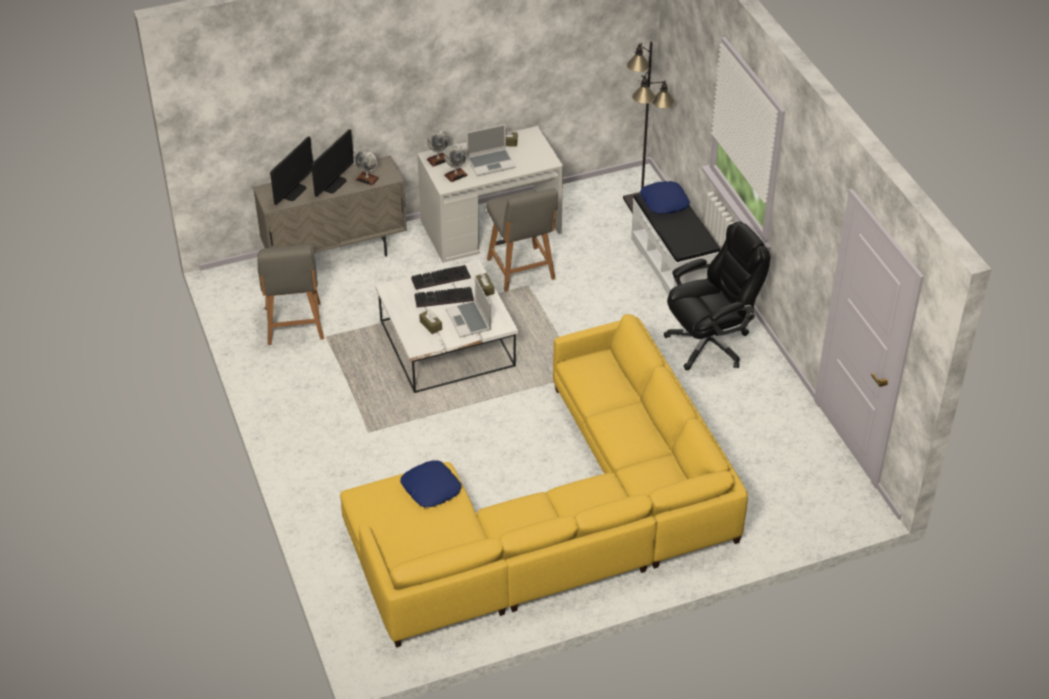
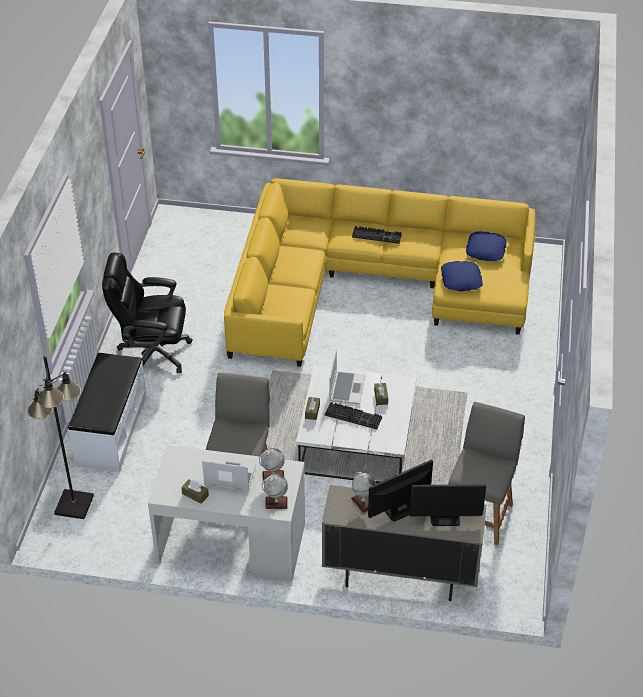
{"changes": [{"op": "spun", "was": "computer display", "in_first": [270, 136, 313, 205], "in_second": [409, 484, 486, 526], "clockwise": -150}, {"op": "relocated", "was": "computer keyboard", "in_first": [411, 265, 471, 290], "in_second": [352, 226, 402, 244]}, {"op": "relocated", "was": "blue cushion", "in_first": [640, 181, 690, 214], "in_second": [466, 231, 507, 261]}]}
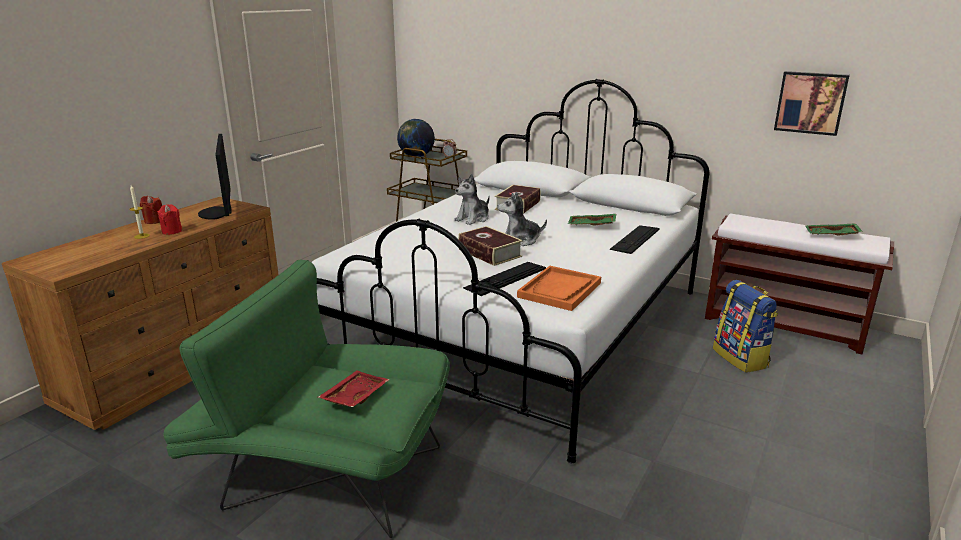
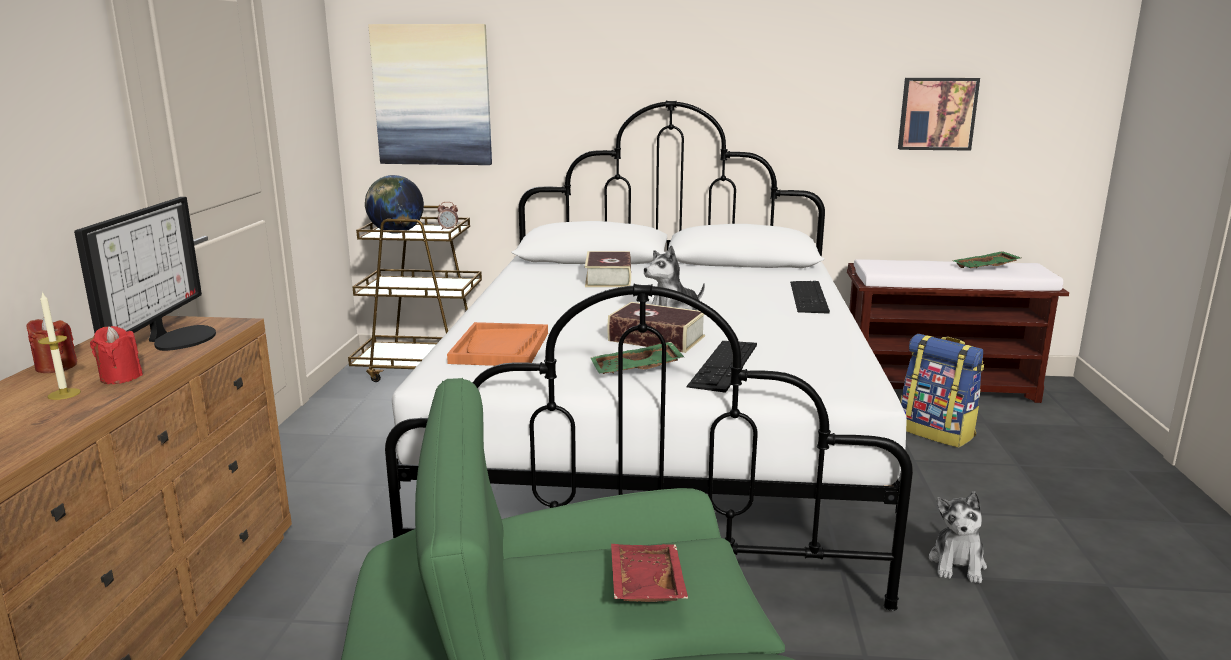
{"changes": [{"op": "spun", "was": "computer display", "in_first": [198, 134, 232, 220], "in_second": [74, 197, 216, 351], "clockwise": -135}, {"op": "relocated", "was": "plush toy", "in_first": [454, 174, 490, 225], "in_second": [929, 492, 987, 584]}, {"op": "relocated", "was": "orangey carrying tray", "in_first": [517, 266, 601, 311], "in_second": [447, 322, 548, 366]}, {"op": "relocated", "was": "green-coloured carrying tray", "in_first": [568, 214, 616, 225], "in_second": [591, 342, 684, 374]}, {"op": "appeared", "now": "picture", "in_second": [368, 24, 492, 165]}]}
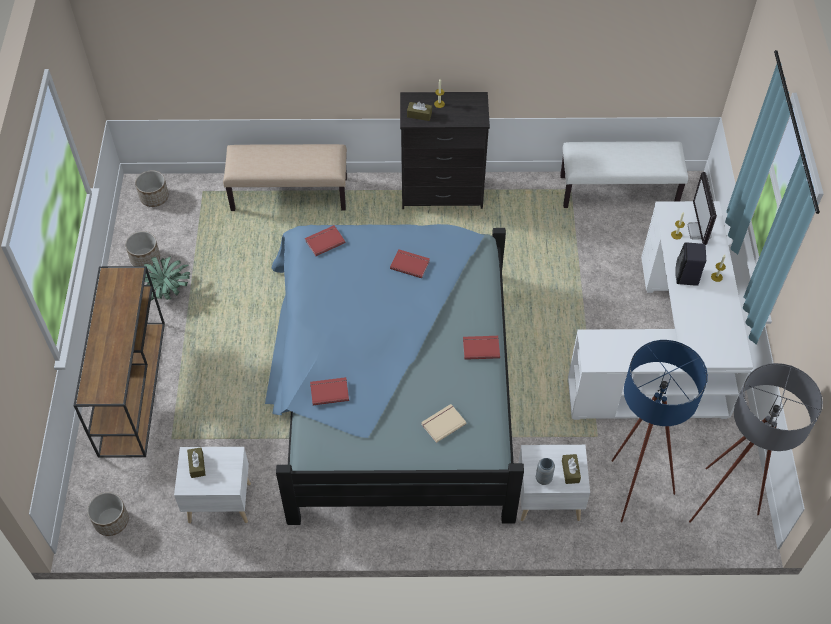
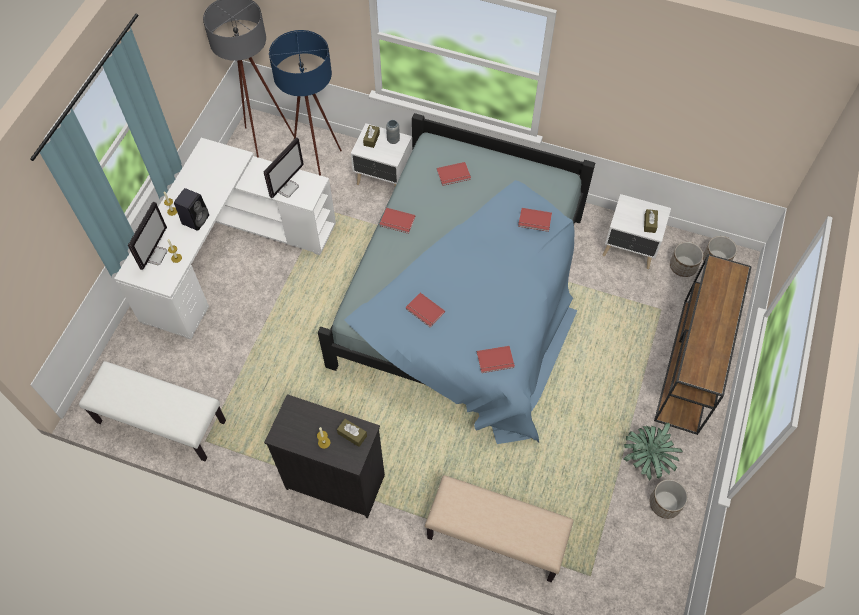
{"changes": [{"op": "relocated", "was": "flower pot", "in_first": [135, 170, 169, 207], "in_second": [670, 242, 703, 277]}, {"op": "colour", "was": "sand-coloured volume", "now": "red-coloured volume", "in_first": [421, 404, 467, 443], "in_second": [437, 162, 471, 186]}, {"op": "appeared", "now": "computer display", "in_second": [263, 137, 304, 198]}]}
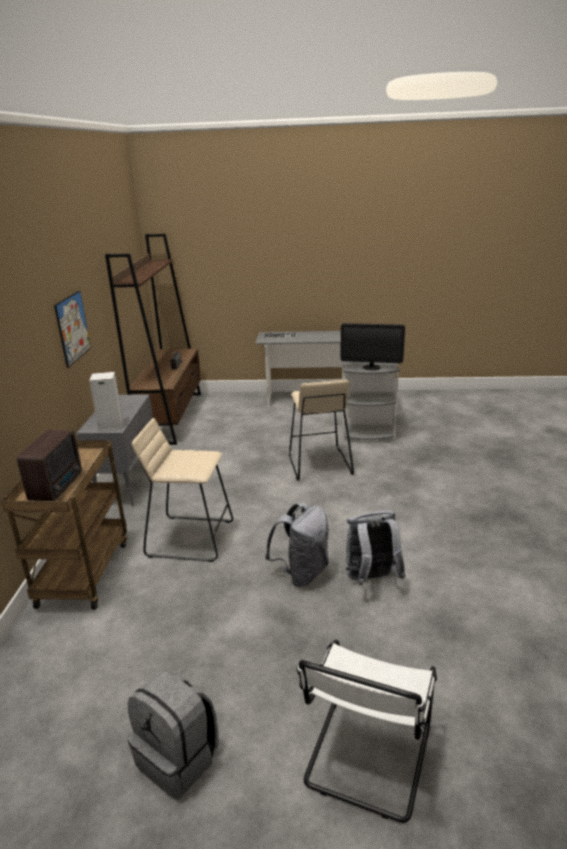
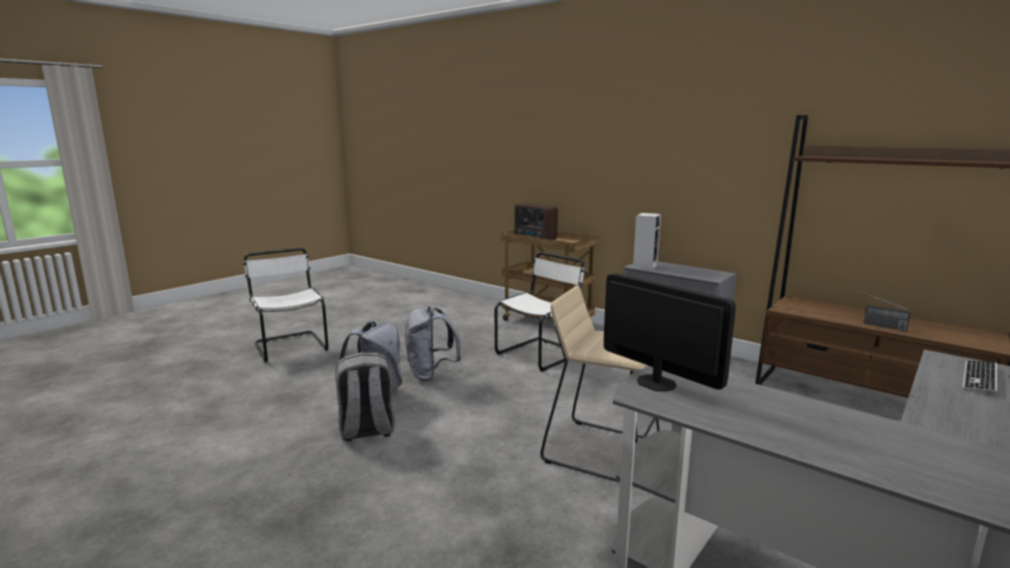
{"changes": [{"op": "missing", "was": "picture", "in_first": [54, 290, 91, 368]}, {"op": "relocated", "was": "gray knapsack", "in_first": [128, 670, 219, 800], "in_second": [335, 352, 395, 441]}, {"op": "exchanged", "was": "sand-coloured stool", "now": "whitish upright chair", "in_first": [132, 418, 233, 562], "in_second": [495, 252, 585, 372]}, {"op": "spun", "was": "computer display", "in_first": [341, 323, 405, 370], "in_second": [604, 273, 736, 391], "clockwise": 90}]}
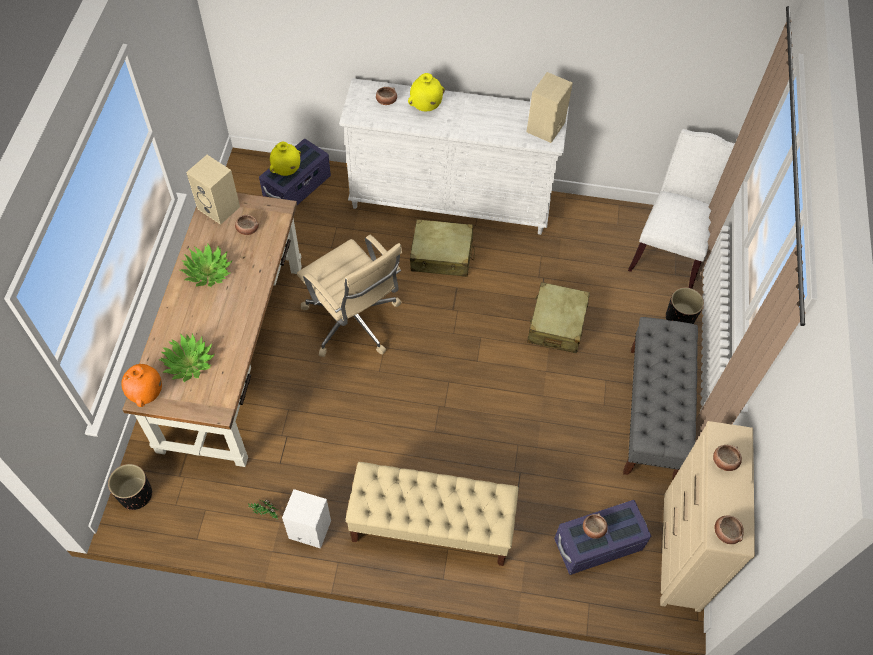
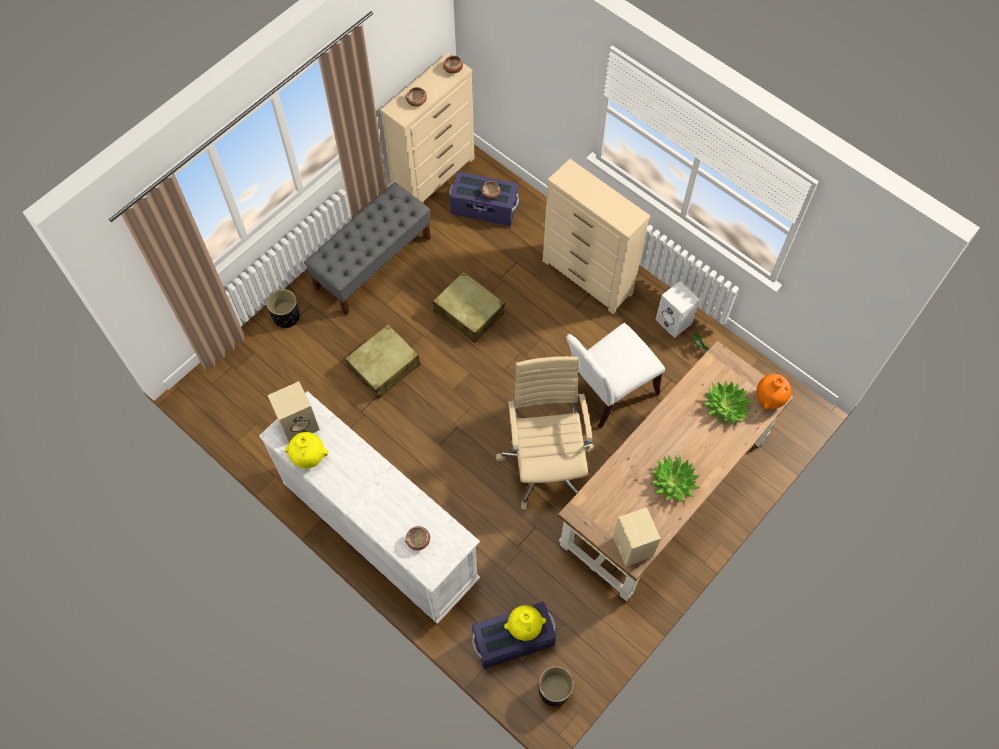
{"changes": [{"op": "relocated", "was": "black-coloured flower pot", "in_first": [108, 464, 152, 510], "in_second": [538, 666, 574, 706]}, {"op": "missing", "was": "serving bowl", "in_first": [235, 215, 259, 235]}, {"op": "exchanged", "was": "sand-coloured bench", "now": "sand-coloured chest of drawers", "in_first": [345, 462, 519, 566], "in_second": [543, 159, 650, 314]}, {"op": "relocated", "was": "yellow-coloured vase", "in_first": [408, 73, 445, 111], "in_second": [285, 432, 328, 469]}, {"op": "relocated", "was": "sand-coloured suitcase", "in_first": [410, 219, 475, 277], "in_second": [433, 271, 505, 343]}, {"op": "relocated", "was": "whitish upright chair", "in_first": [628, 129, 735, 289], "in_second": [566, 323, 665, 428]}]}
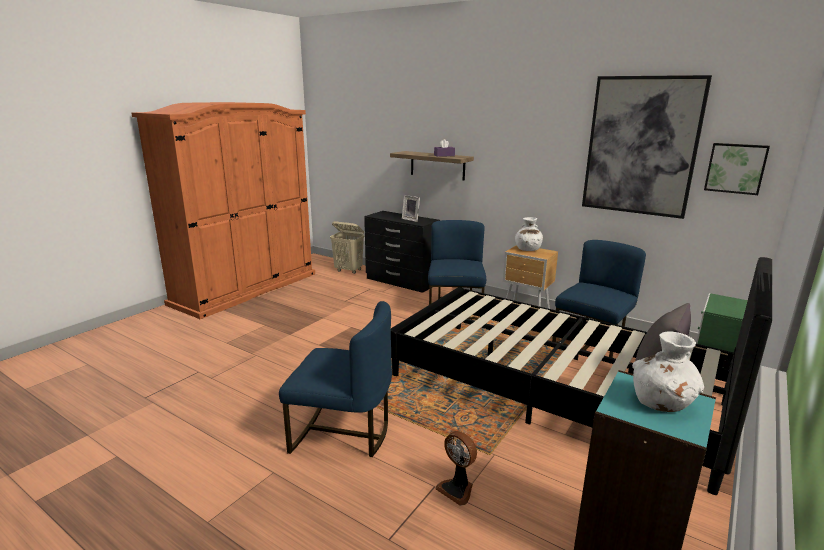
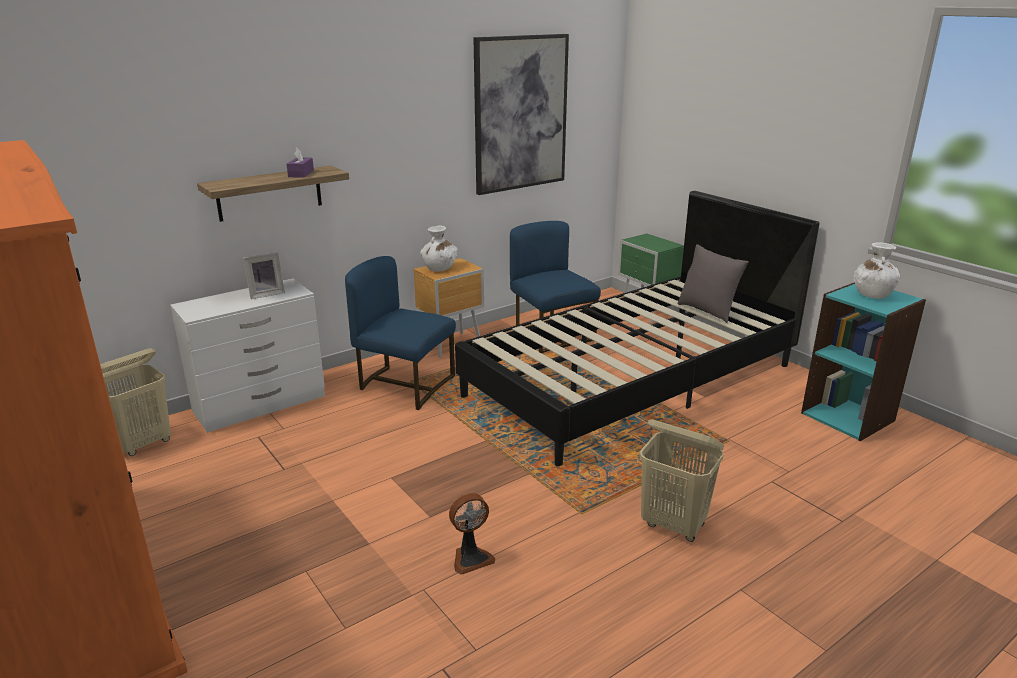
{"changes": [{"op": "exchanged", "was": "blue upright chair", "now": "sand-coloured hamper", "in_first": [279, 301, 392, 457], "in_second": [640, 419, 724, 542]}, {"op": "colour", "was": "black-coloured chest of drawers", "now": "whitish chest of drawers", "in_first": [364, 211, 440, 293], "in_second": [170, 279, 325, 433]}, {"op": "relocated", "was": "cooling fan", "in_first": [436, 431, 477, 506], "in_second": [449, 493, 495, 575]}, {"op": "missing", "was": "picture", "in_first": [704, 143, 770, 195]}]}
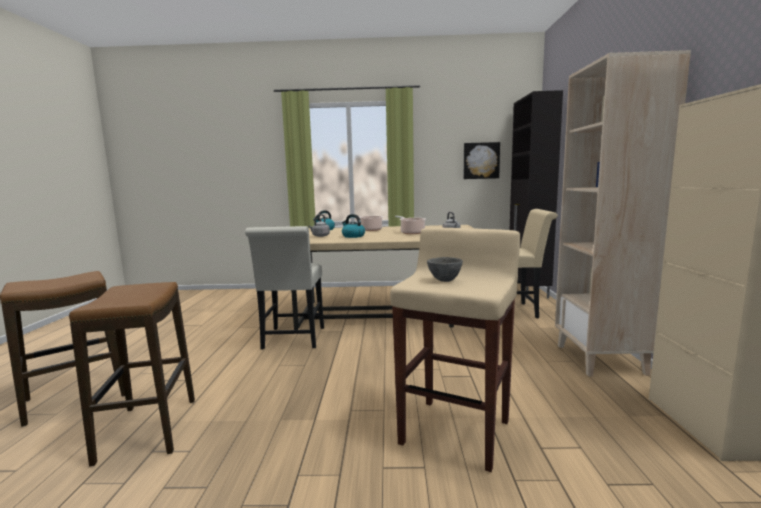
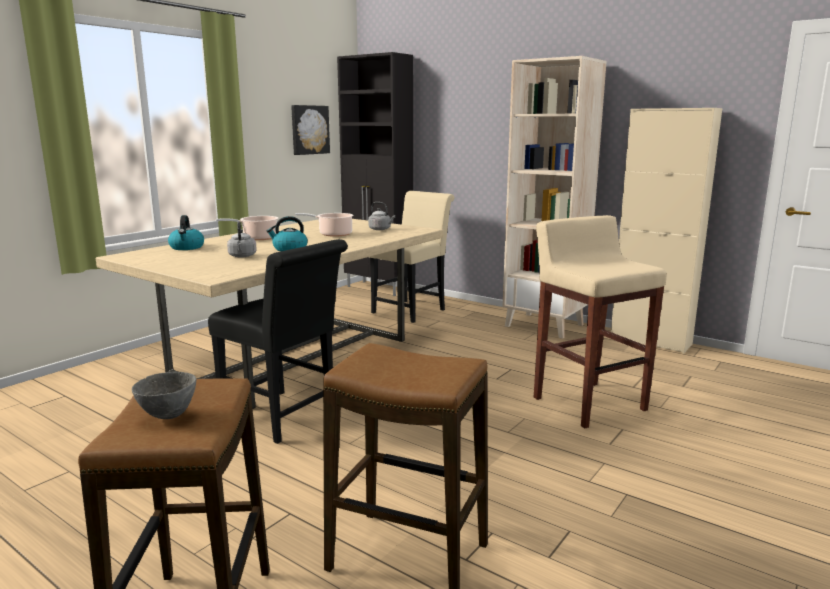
{"changes": [{"op": "colour", "was": "whitish upright chair", "now": "black-coloured upright chair", "in_first": [245, 226, 324, 349], "in_second": [208, 239, 348, 444]}, {"op": "relocated", "was": "gray serving bowl", "in_first": [427, 257, 463, 282], "in_second": [132, 372, 196, 419]}]}
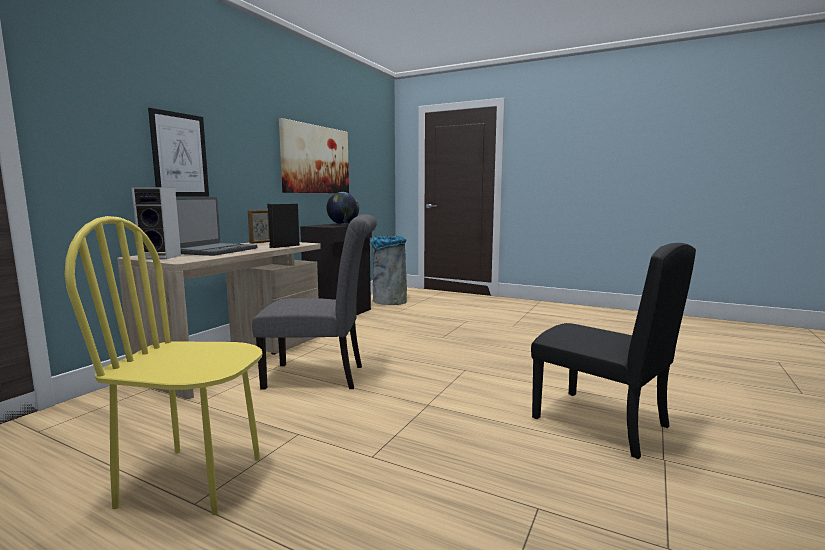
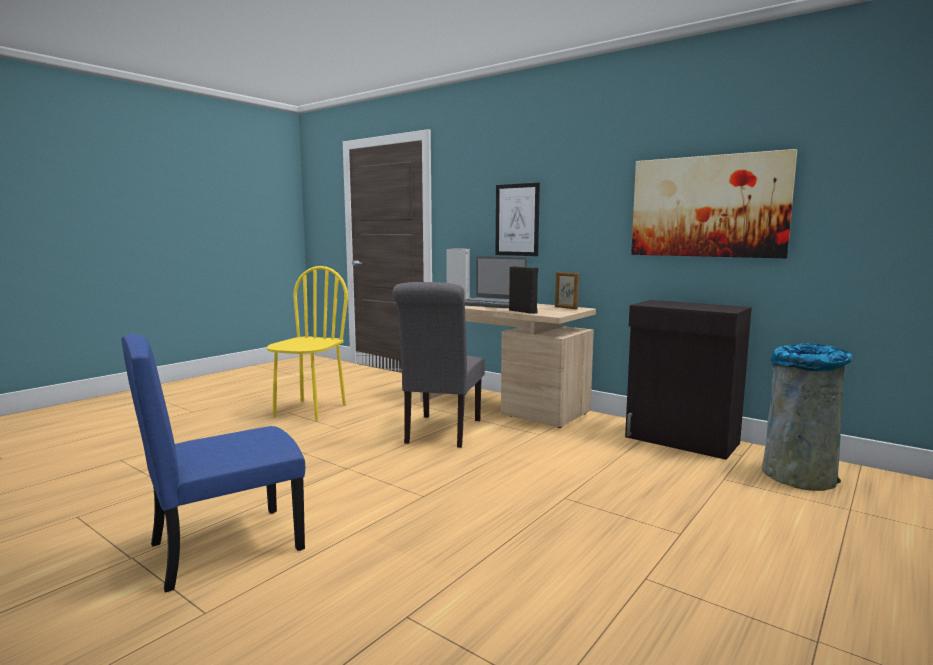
{"changes": [{"op": "missing", "was": "desk globe", "in_first": [326, 192, 359, 224]}, {"op": "colour", "was": "black-coloured upright chair", "now": "blue upright chair", "in_first": [531, 243, 696, 459], "in_second": [121, 334, 305, 593]}]}
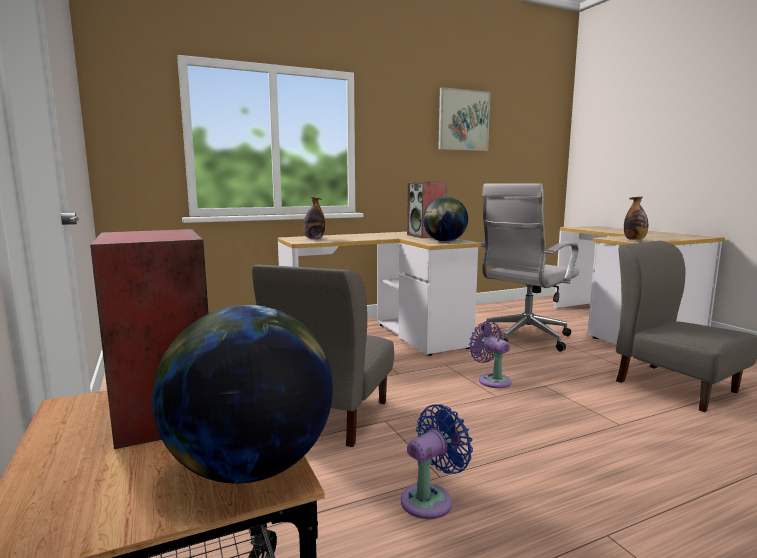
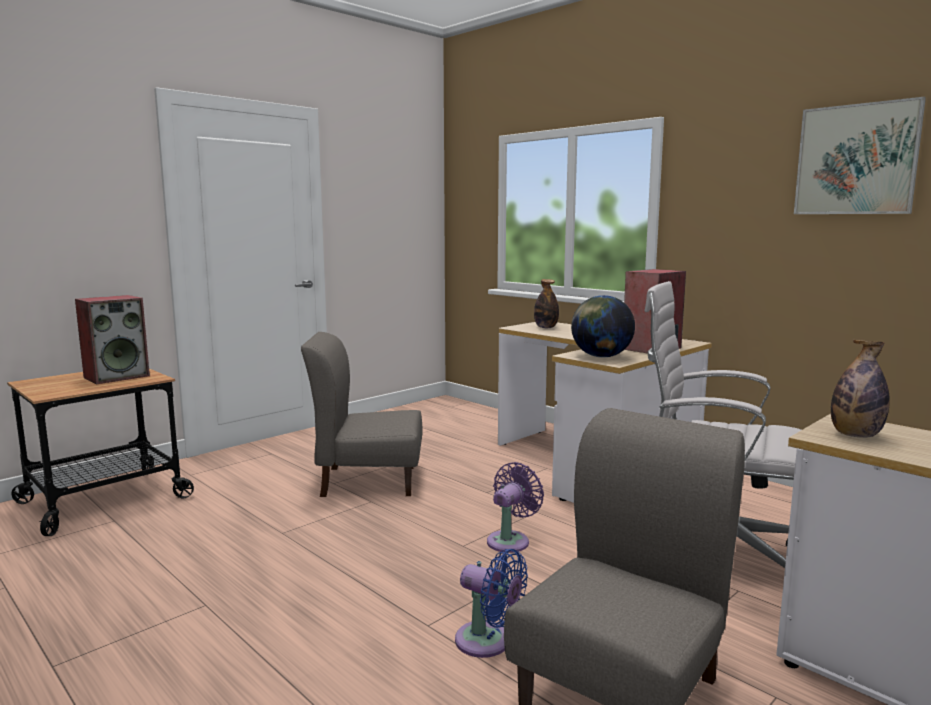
{"changes": [{"op": "missing", "was": "desk globe", "in_first": [152, 305, 333, 484]}, {"op": "relocated", "was": "blue cooling fan", "in_first": [401, 404, 473, 519], "in_second": [455, 549, 528, 658]}]}
